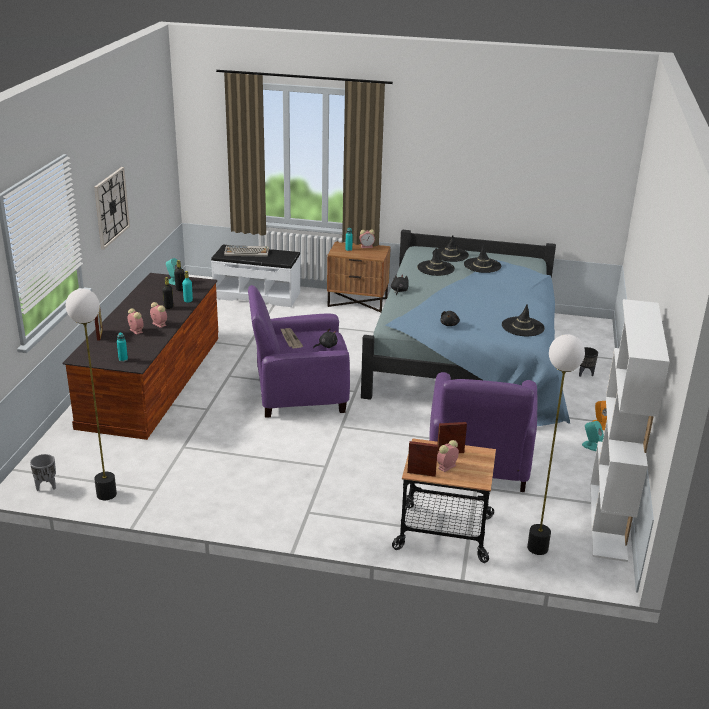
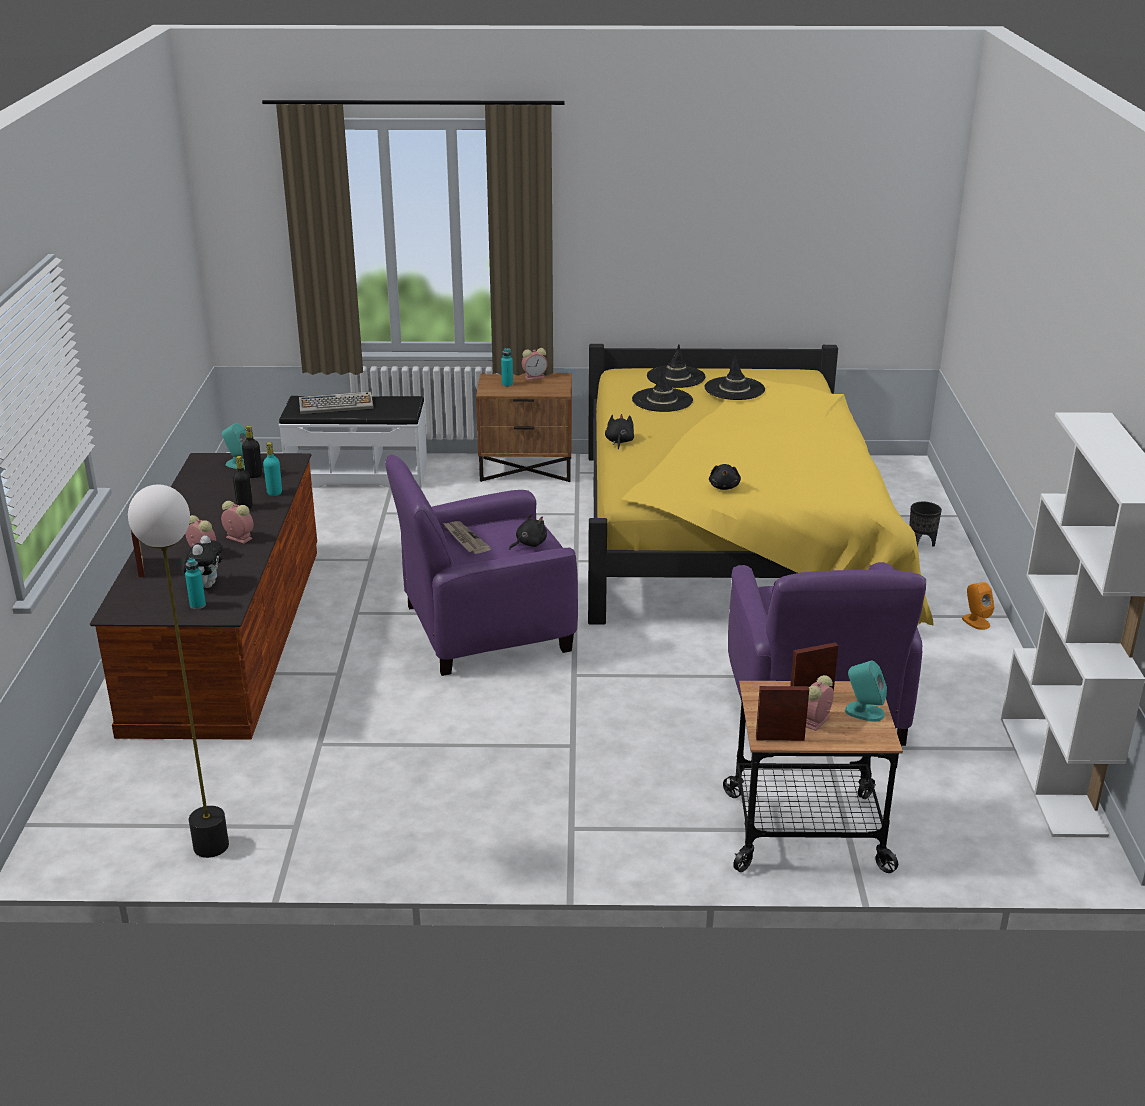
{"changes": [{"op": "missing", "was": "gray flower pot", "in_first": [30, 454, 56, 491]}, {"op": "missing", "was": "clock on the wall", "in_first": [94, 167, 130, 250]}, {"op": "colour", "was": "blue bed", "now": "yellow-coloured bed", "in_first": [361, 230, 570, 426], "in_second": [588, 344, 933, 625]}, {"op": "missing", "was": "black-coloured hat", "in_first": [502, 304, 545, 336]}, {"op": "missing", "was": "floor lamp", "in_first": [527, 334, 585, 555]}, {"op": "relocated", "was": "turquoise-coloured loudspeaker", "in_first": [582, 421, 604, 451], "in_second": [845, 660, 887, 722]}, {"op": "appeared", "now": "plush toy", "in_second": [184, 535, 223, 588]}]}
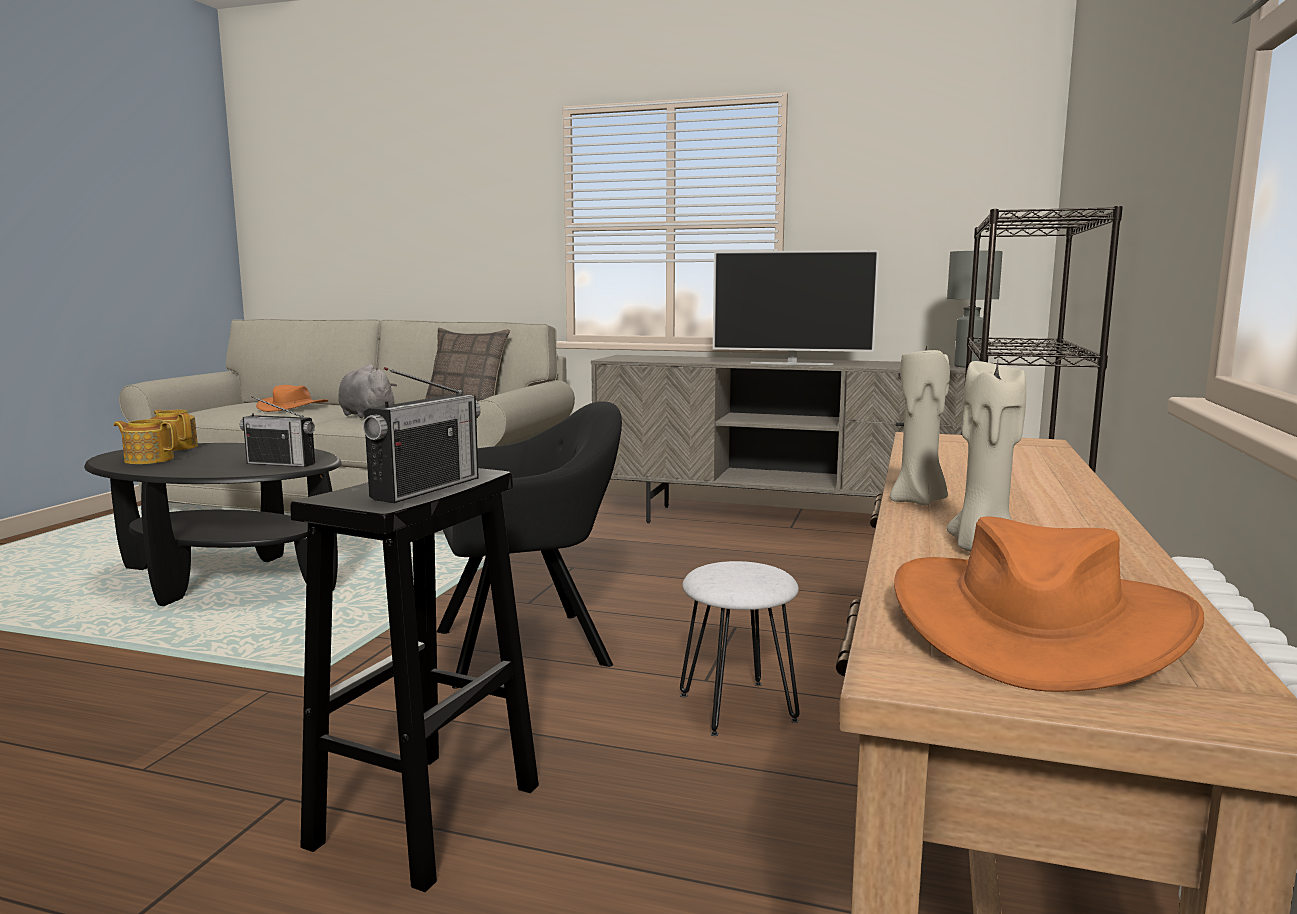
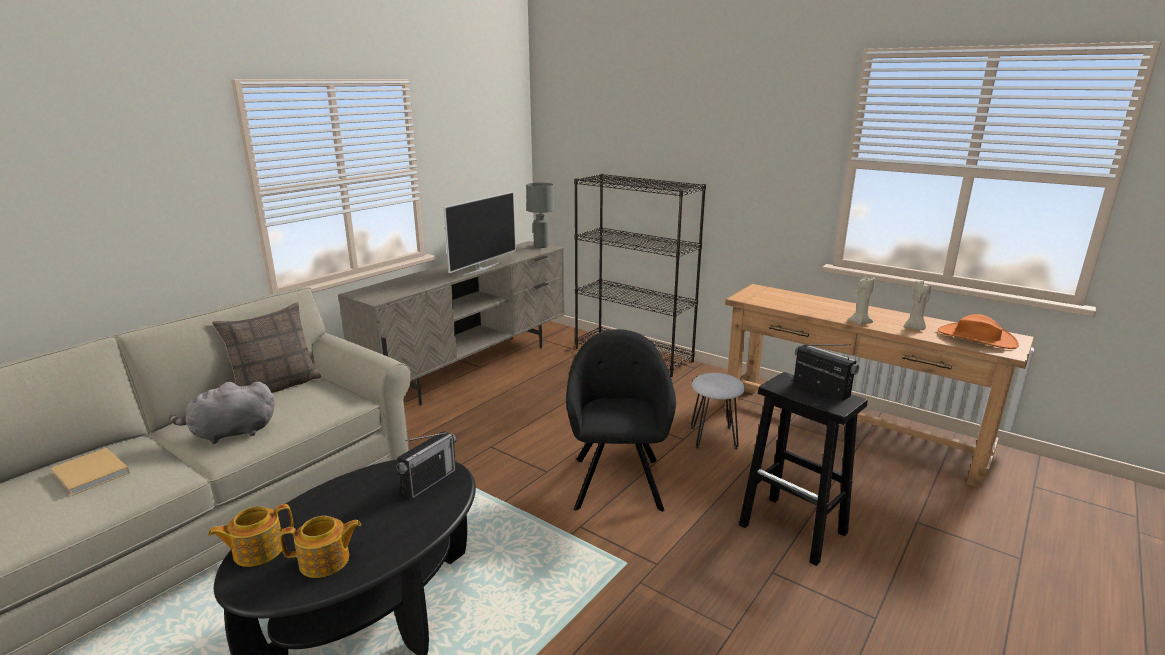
{"changes": [{"op": "spun", "was": "tea pot", "in_first": [114, 419, 178, 464], "in_second": [280, 516, 361, 578], "clockwise": -135}, {"op": "exchanged", "was": "orangey hat", "now": "sand-coloured volume", "in_first": [256, 385, 328, 412], "in_second": [51, 448, 130, 496]}]}
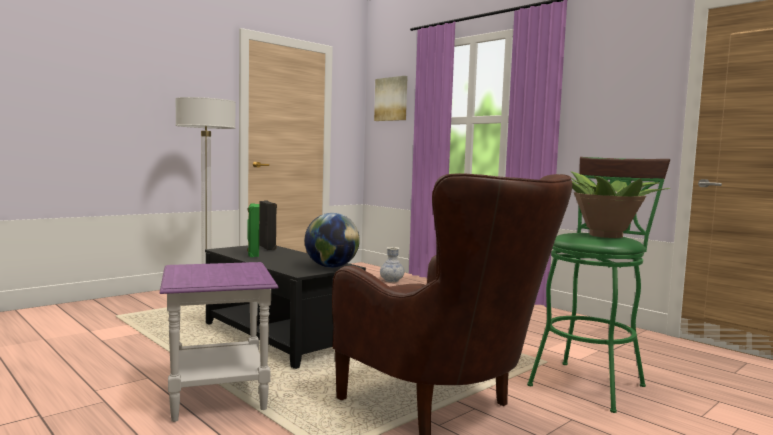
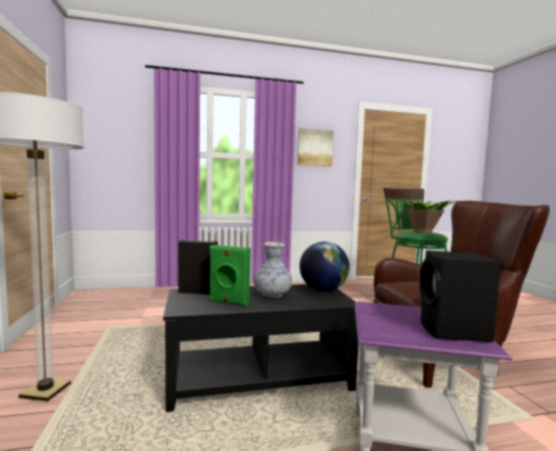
{"changes": [{"op": "relocated", "was": "picture", "in_first": [374, 76, 408, 121], "in_second": [297, 128, 334, 167]}, {"op": "relocated", "was": "vase", "in_first": [380, 247, 405, 282], "in_second": [254, 242, 292, 298]}, {"op": "appeared", "now": "black-coloured loudspeaker", "in_second": [420, 250, 501, 342]}]}
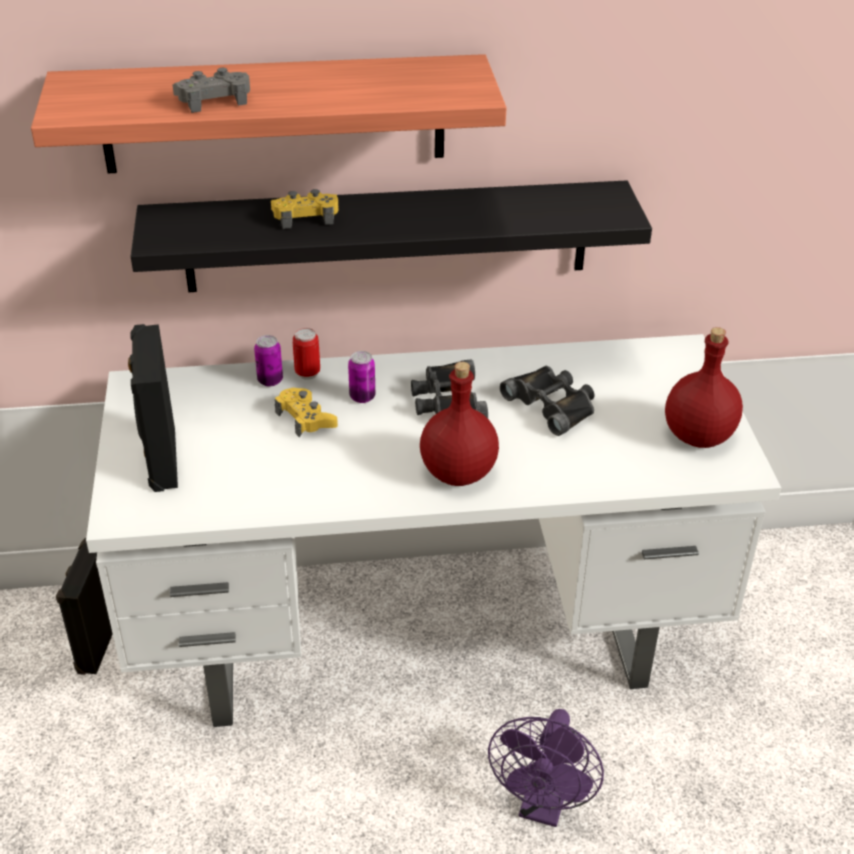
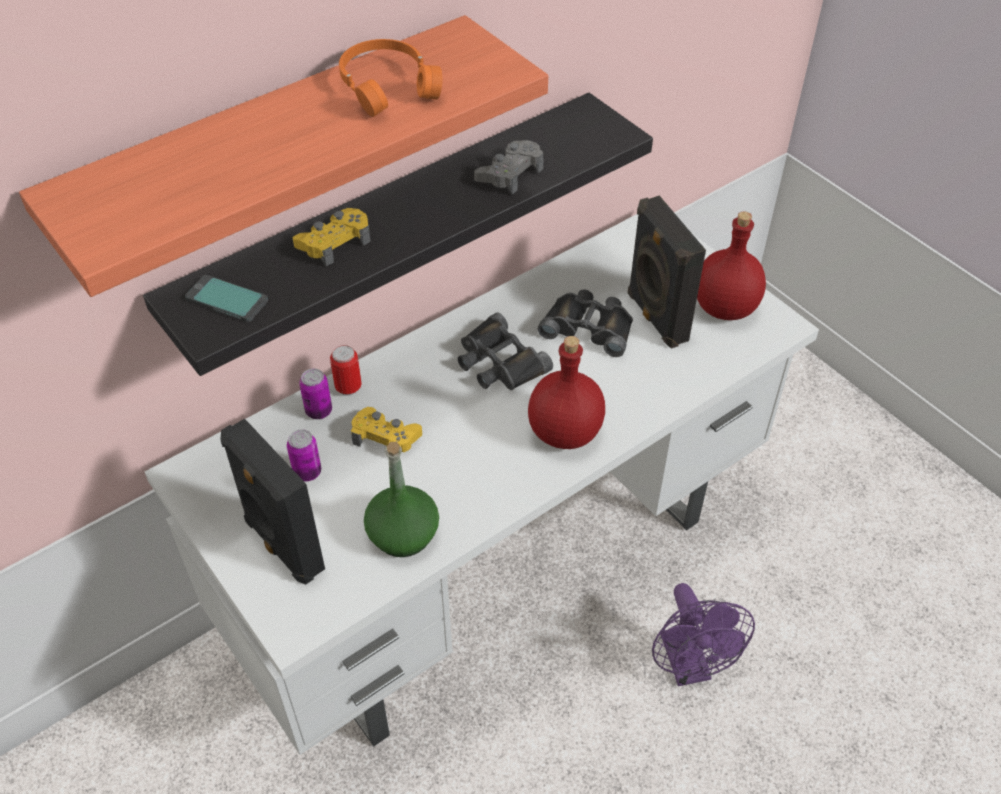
{"changes": [{"op": "relocated", "was": "black-coloured loudspeaker", "in_first": [56, 538, 113, 675], "in_second": [628, 195, 706, 349]}, {"op": "relocated", "was": "gray joypad", "in_first": [173, 68, 250, 113], "in_second": [474, 140, 544, 195]}, {"op": "relocated", "was": "metal can", "in_first": [348, 351, 375, 403], "in_second": [287, 429, 321, 481]}, {"op": "appeared", "now": "telephone", "in_second": [185, 275, 268, 322]}, {"op": "appeared", "now": "orangey headset", "in_second": [339, 39, 442, 117]}, {"op": "appeared", "now": "green-coloured drink bottle", "in_second": [364, 442, 439, 557]}]}
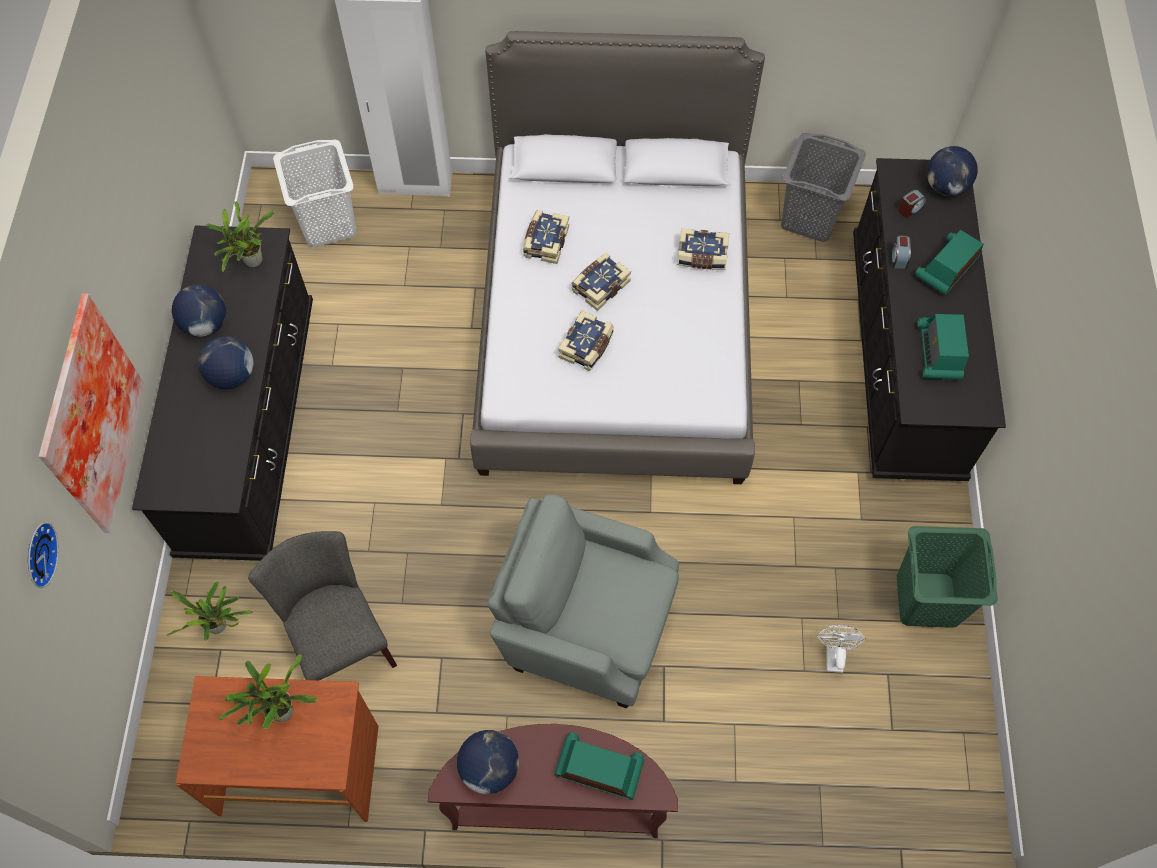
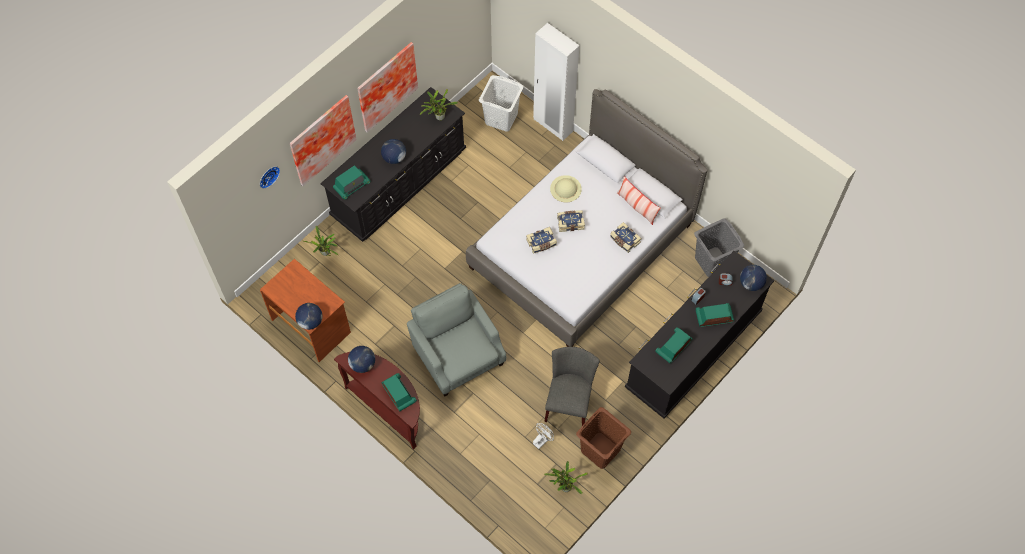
{"changes": [{"op": "relocated", "was": "desk globe", "in_first": [172, 284, 226, 337], "in_second": [295, 303, 323, 330]}, {"op": "relocated", "was": "houseplant", "in_first": [219, 654, 318, 730], "in_second": [544, 461, 588, 494]}, {"op": "relocated", "was": "gray upright chair", "in_first": [248, 531, 397, 680], "in_second": [544, 347, 599, 426]}, {"op": "exchanged", "was": "volume", "now": "sand-coloured hat", "in_first": [523, 210, 569, 264], "in_second": [550, 175, 582, 203]}, {"op": "colour", "was": "green-coloured hamper", "now": "brownish hamper", "in_first": [897, 526, 998, 628], "in_second": [576, 407, 631, 469]}, {"op": "appeared", "now": "radio set", "in_second": [333, 165, 371, 200]}, {"op": "appeared", "now": "picture", "in_second": [357, 42, 418, 133]}, {"op": "appeared", "now": "cushion", "in_second": [617, 176, 661, 225]}]}
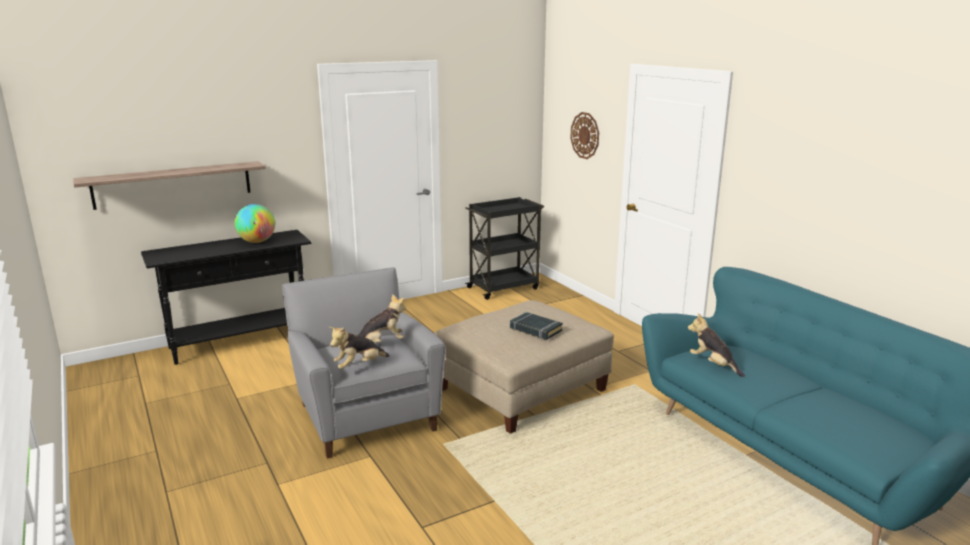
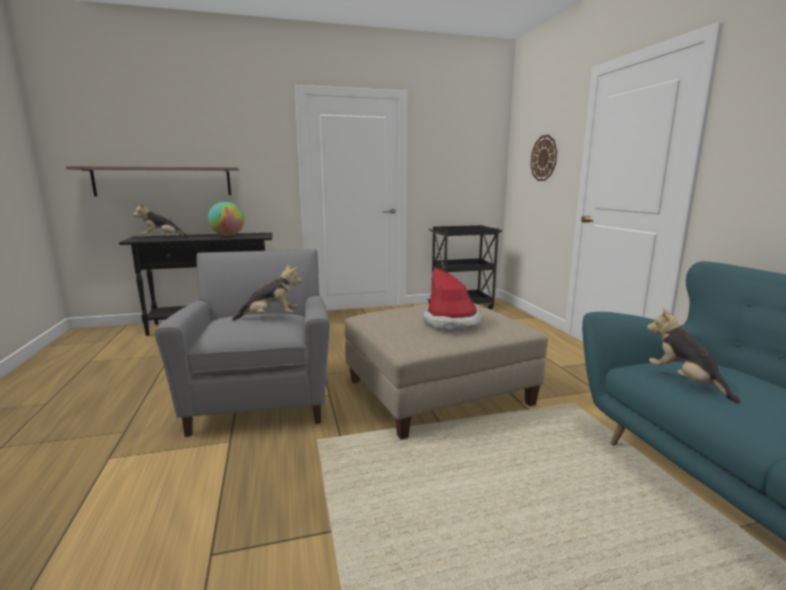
{"changes": [{"op": "relocated", "was": "plush toy", "in_first": [329, 327, 389, 369], "in_second": [133, 203, 189, 238]}, {"op": "exchanged", "was": "black-coloured volume", "now": "hat", "in_first": [510, 312, 563, 340], "in_second": [423, 268, 482, 331]}]}
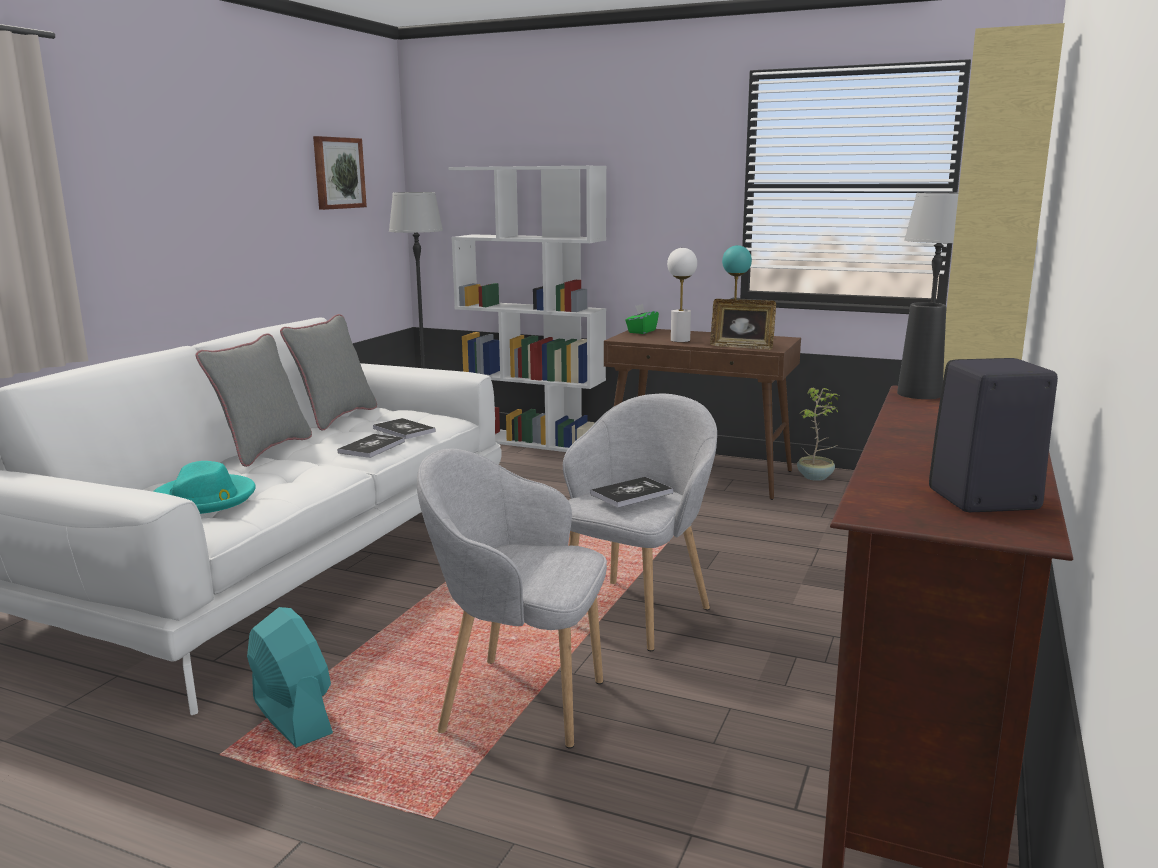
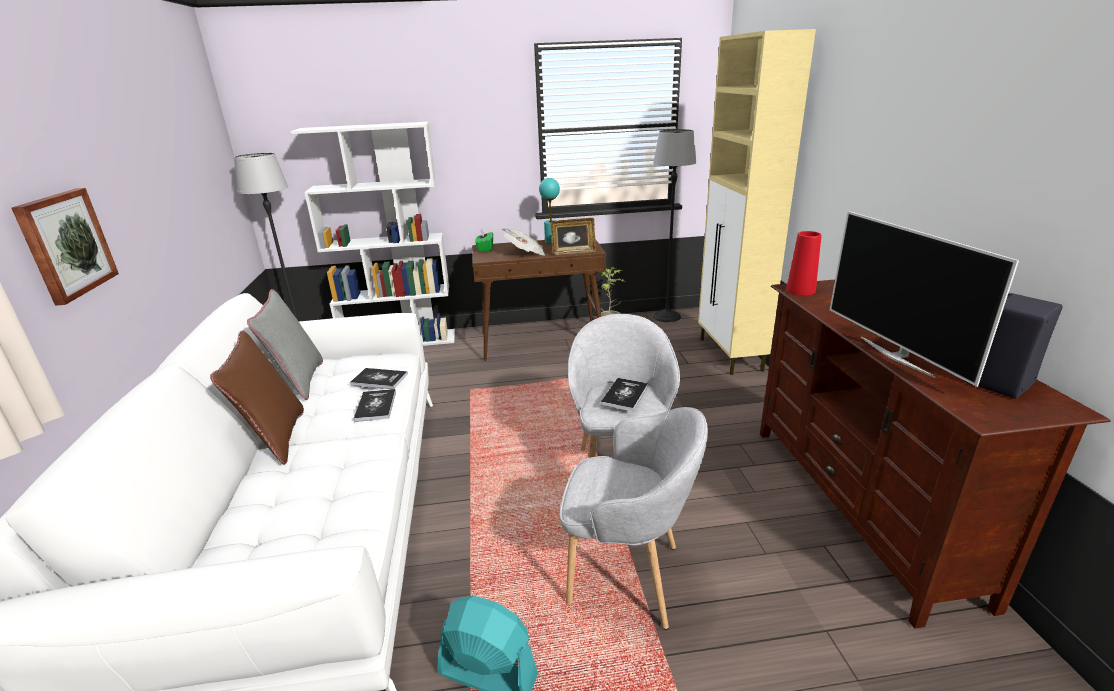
{"changes": [{"op": "missing", "was": "turquoise-coloured hat", "in_first": [153, 461, 256, 514]}, {"op": "colour", "was": "gray cushion", "now": "brownish cushion", "in_first": [196, 333, 312, 467], "in_second": [210, 330, 304, 464]}, {"op": "relocated", "was": "picture", "in_first": [313, 136, 367, 210], "in_second": [12, 188, 119, 306]}, {"op": "spun", "was": "gray lounge chair", "in_first": [417, 449, 607, 748], "in_second": [560, 407, 708, 630], "clockwise": -150}, {"op": "exchanged", "was": "whitish table lamp", "now": "printed paper", "in_first": [667, 248, 697, 342], "in_second": [501, 228, 545, 255]}, {"op": "colour", "was": "black-coloured vase", "now": "red-coloured vase", "in_first": [897, 302, 946, 399], "in_second": [786, 231, 822, 295]}, {"op": "appeared", "now": "TV set", "in_second": [830, 211, 1019, 387]}]}
